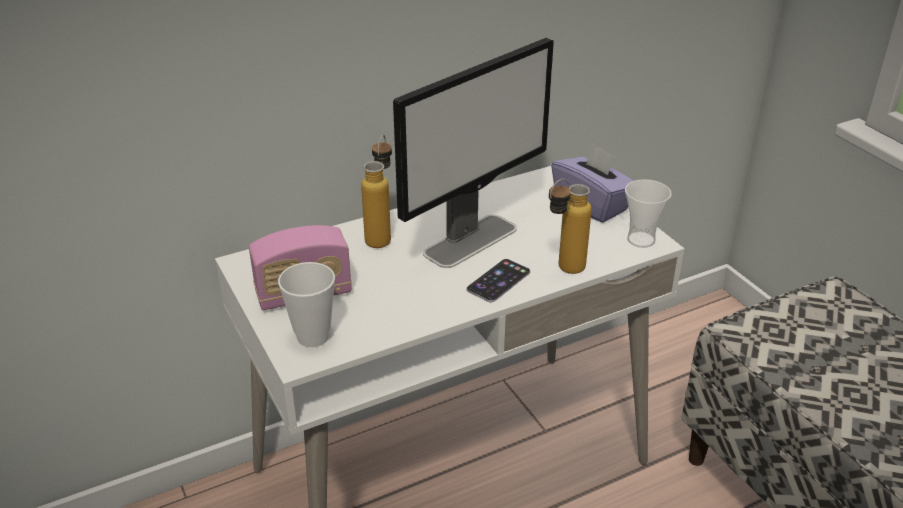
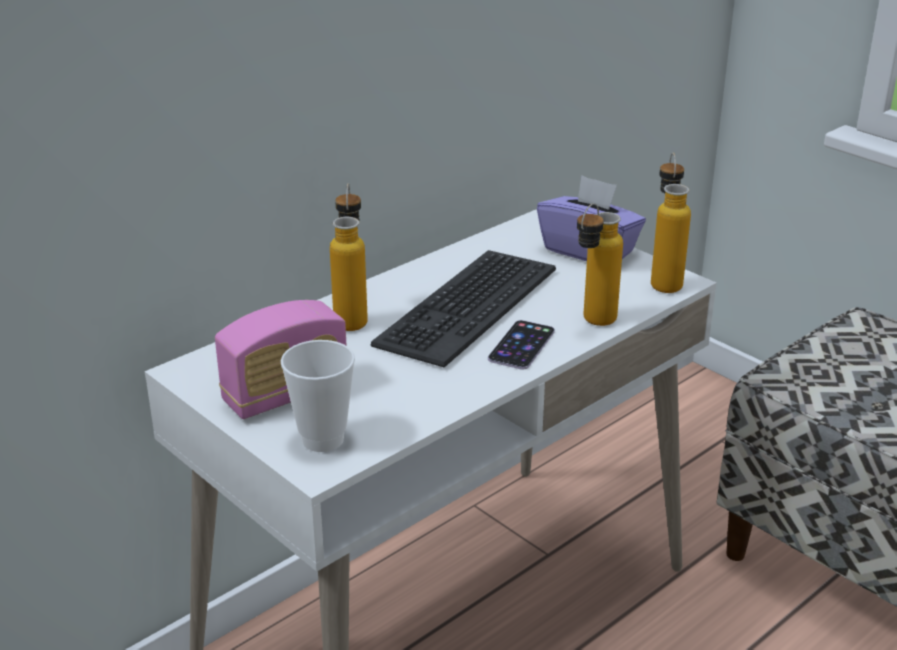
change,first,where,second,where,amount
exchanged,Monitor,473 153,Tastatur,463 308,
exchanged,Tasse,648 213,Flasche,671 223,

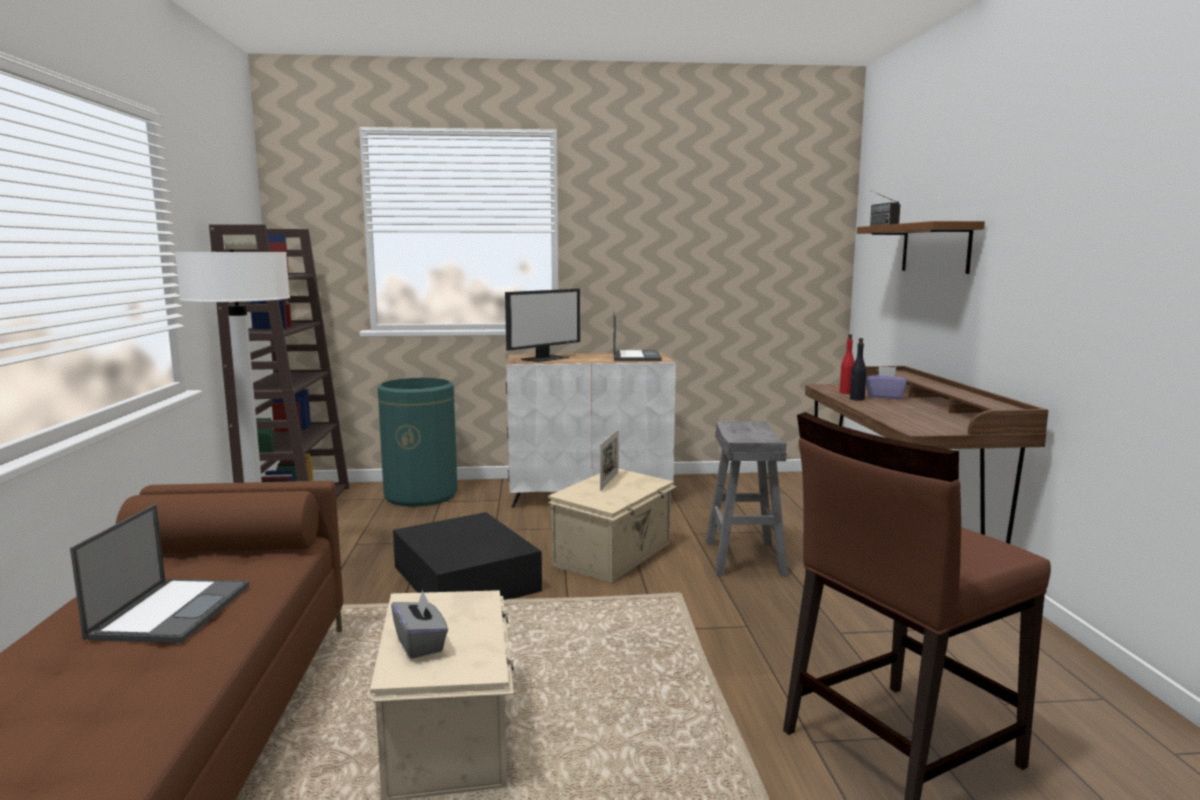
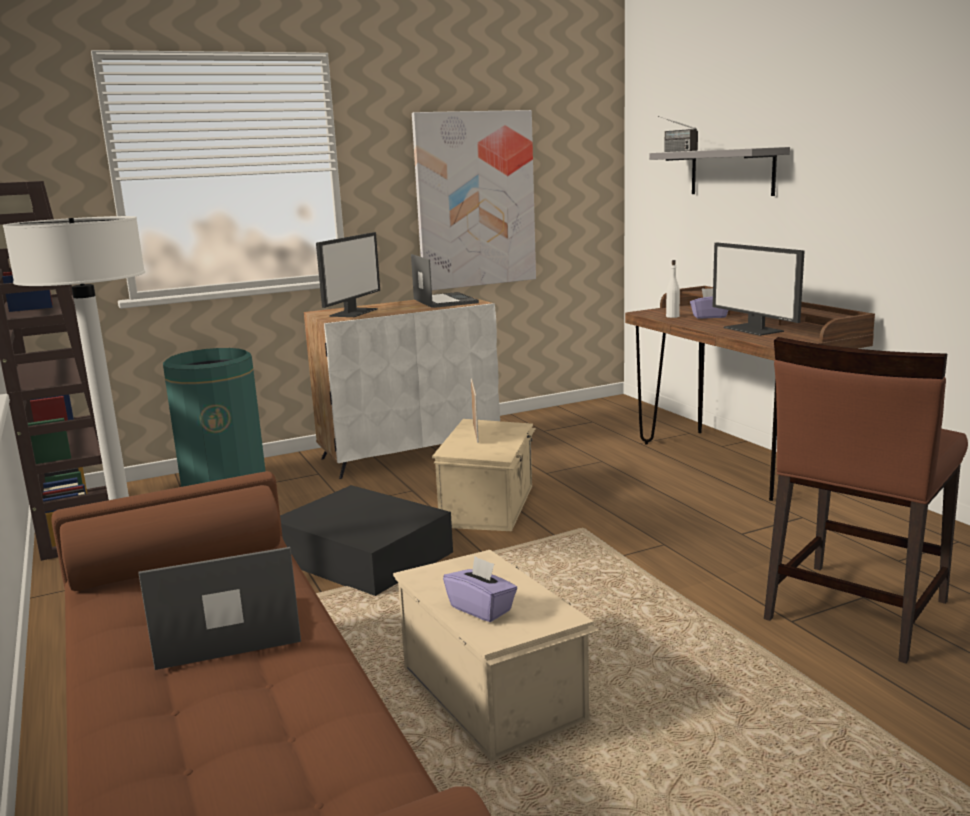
change,first,where,second,where,amount
colour,Wandregal [braun],921 247,Wandregal [grau],719 171,
colour,Flasche [rot],847 364,Flasche [weiß],673 289,
missing,Flasche [schwarz],858 369,,,
missing,Hocker [grau],747 499,,,
spun,Laptop,159 573,,219 608,90 degrees counterclockwise
colour,Taschentuchbox [grau],419 624,Taschentuchbox [lila],480 589,
appeared,,,Bild,474 200,
appeared,,,Monitor,759 289,

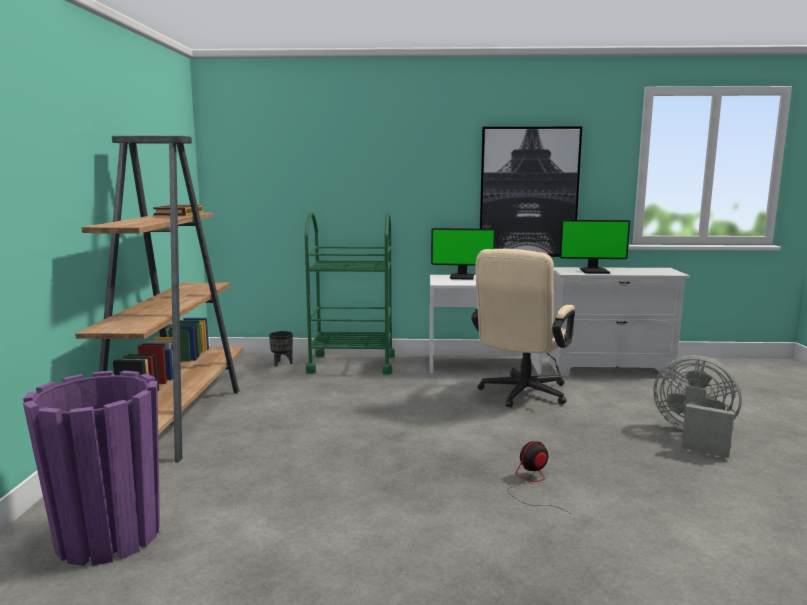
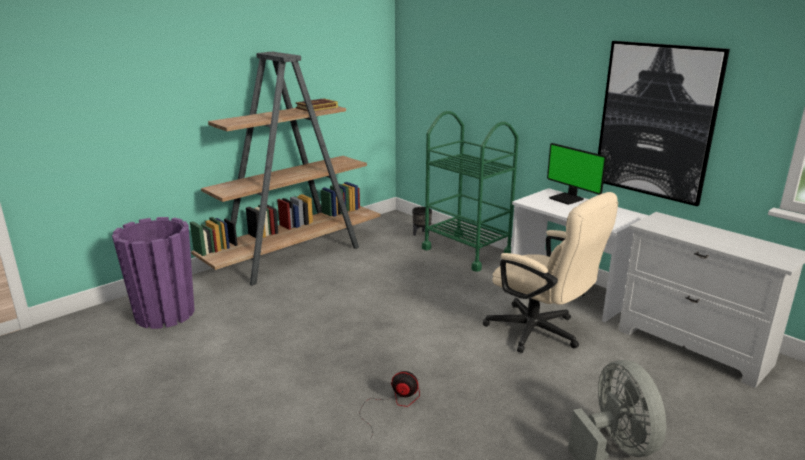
change,first,where,second,where,amount
missing,Monitor,595 247,,,
spun,Bürostuhl [beige],523 328,,550 272,120 degrees counterclockwise

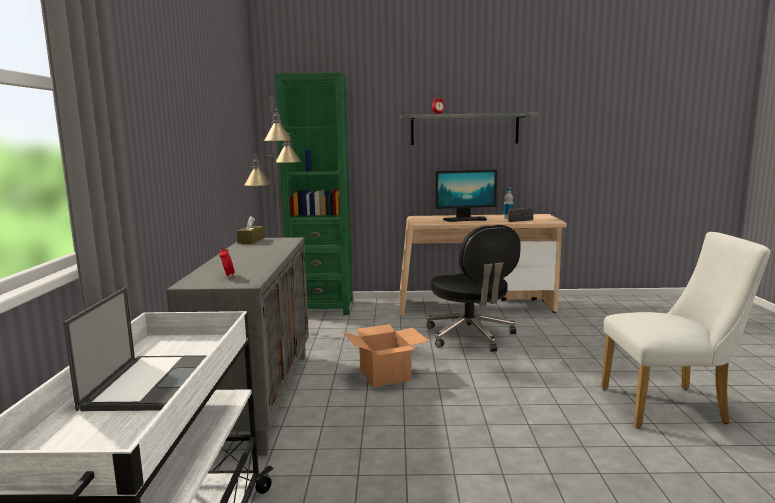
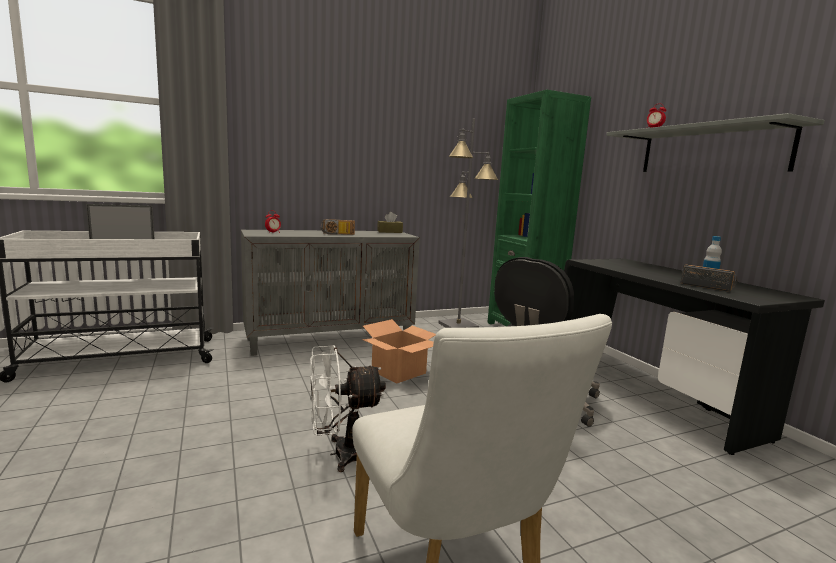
change,first,where,second,where,amount
missing,Monitor,466 195,,,
colour,Schreibtisch [beige],483 265,Schreibtisch [schwarz],694 357,
appeared,,,Radio,338 227,
appeared,,,Ventilator [weiß],348 408,

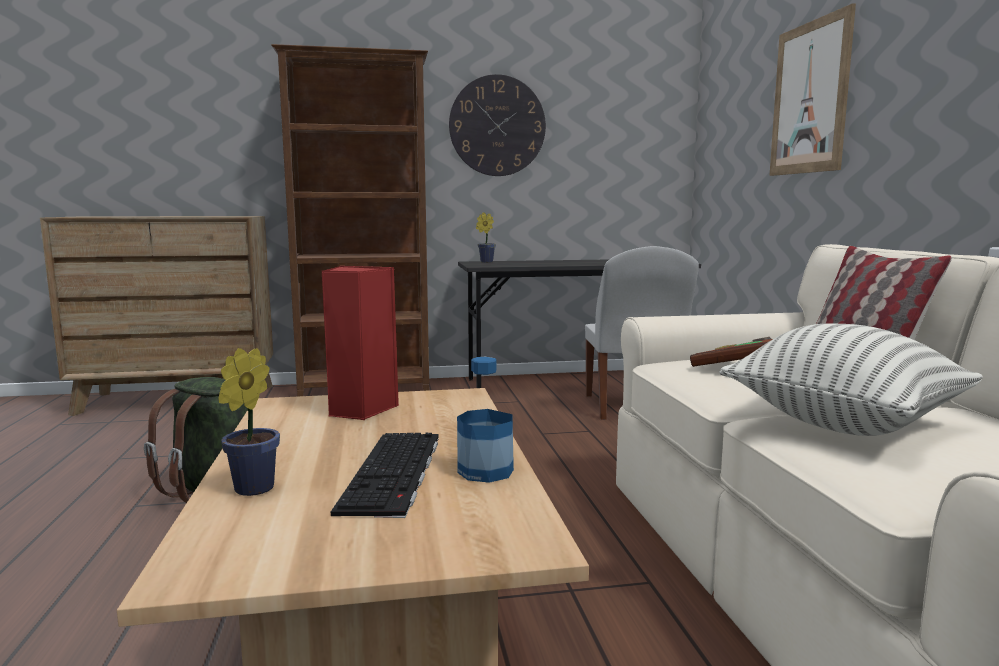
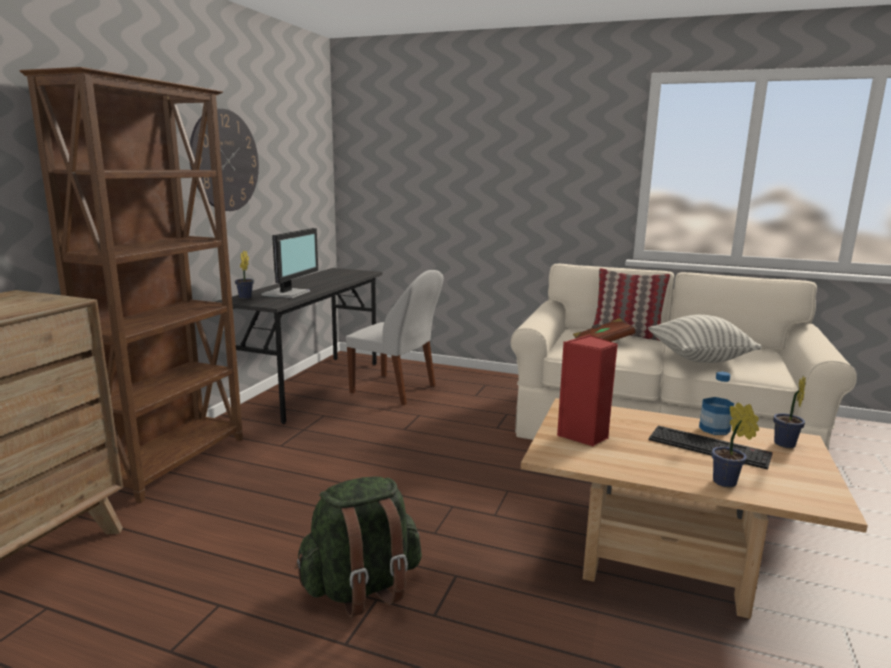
change,first,where,second,where,amount
missing,Bild,812 89,,,
appeared,,,Monitor,289 263,
appeared,,,Topfpflanze,789 412,

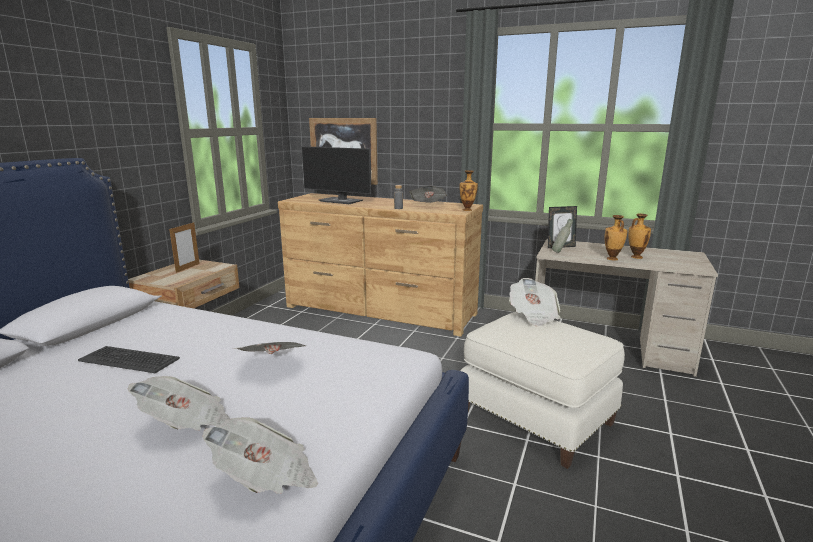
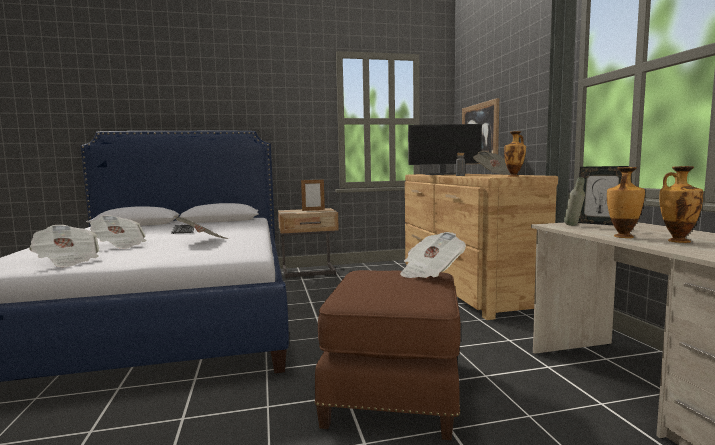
change,first,where,second,where,amount
spun,Monitor,336 175,,445 149,90 degrees counterclockwise
colour,Polsterhocker [weiß],542 390,Polsterhocker [braun],387 355,

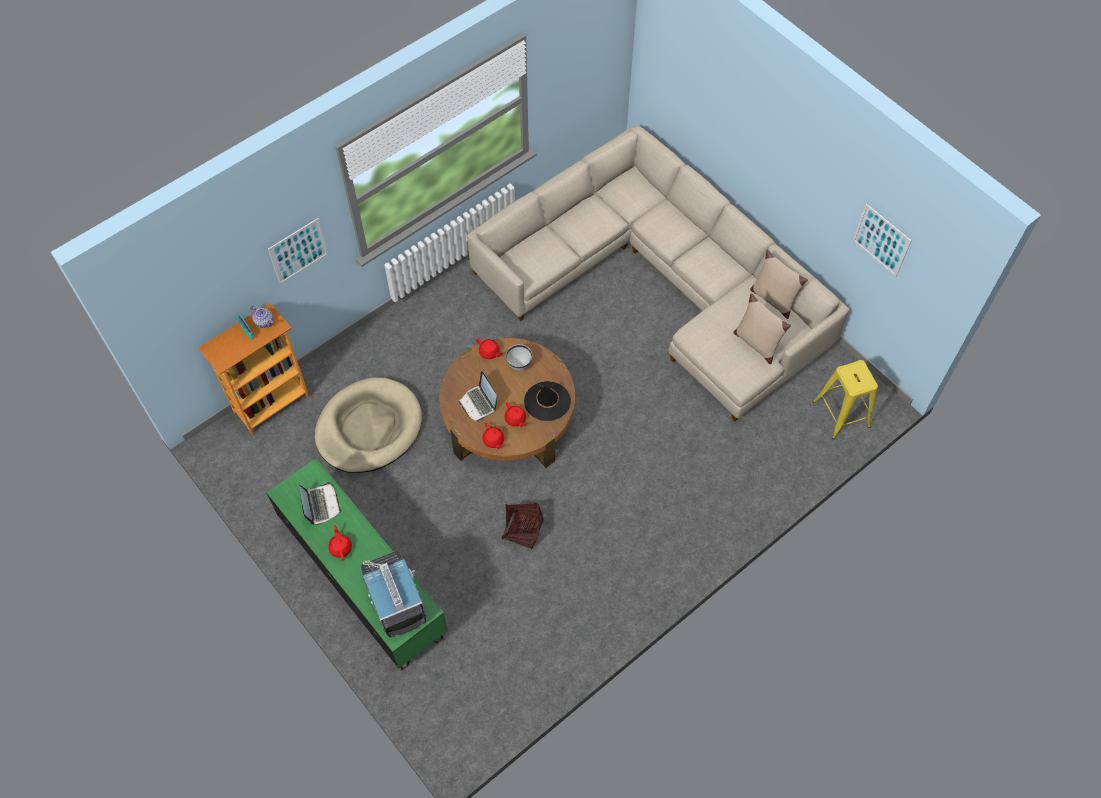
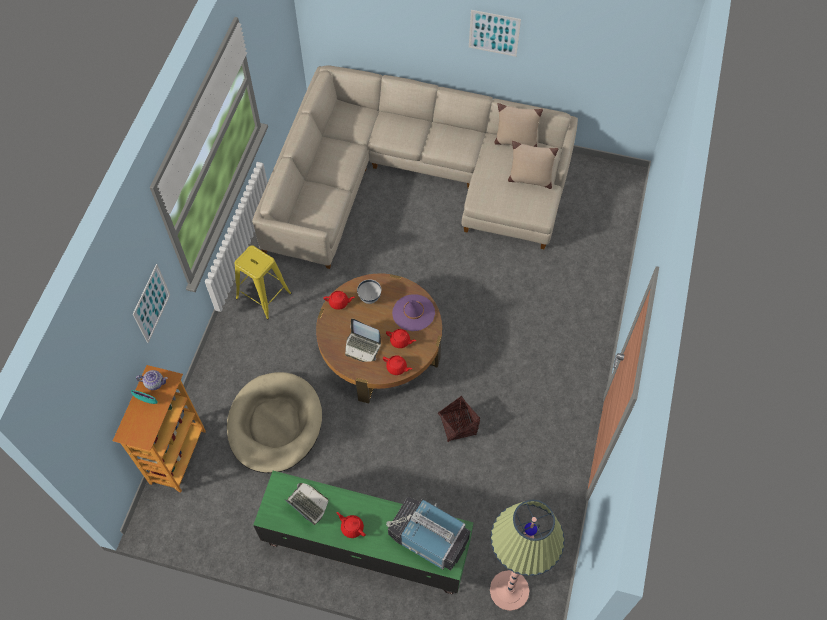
change,first,where,second,where,amount
relocated,Bild,882 240,,495 33,
relocated,Hocker [gelb],845 399,,263 282,
colour,Hut [schwarz],547 401,Hut [lila],413 312,
appeared,,,Stehlampe,527 555,

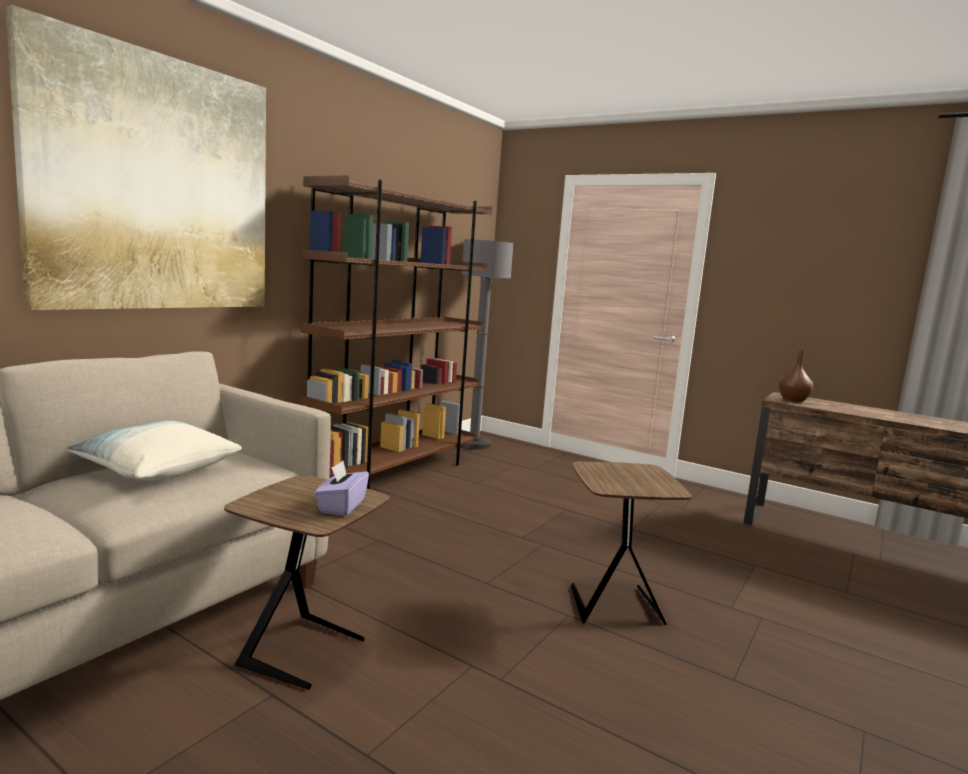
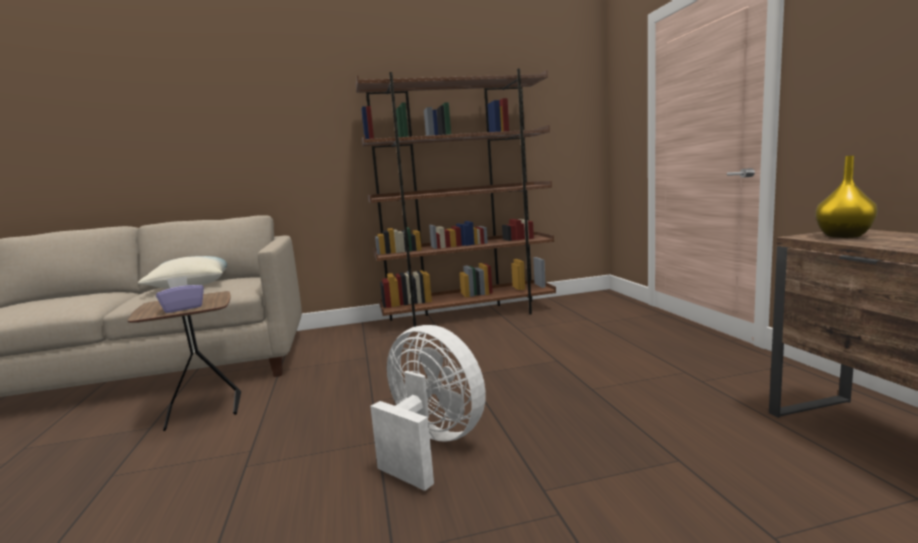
change,first,where,second,where,amount
missing,Bild,136 157,,,
missing,Stehlampe [grau],486 344,,,
colour,Vase [braun],796 376,Vase [gelb],846 197,
exchanged,Beistelltisch [braun],631 543,Ventilator [weiß],428 408,

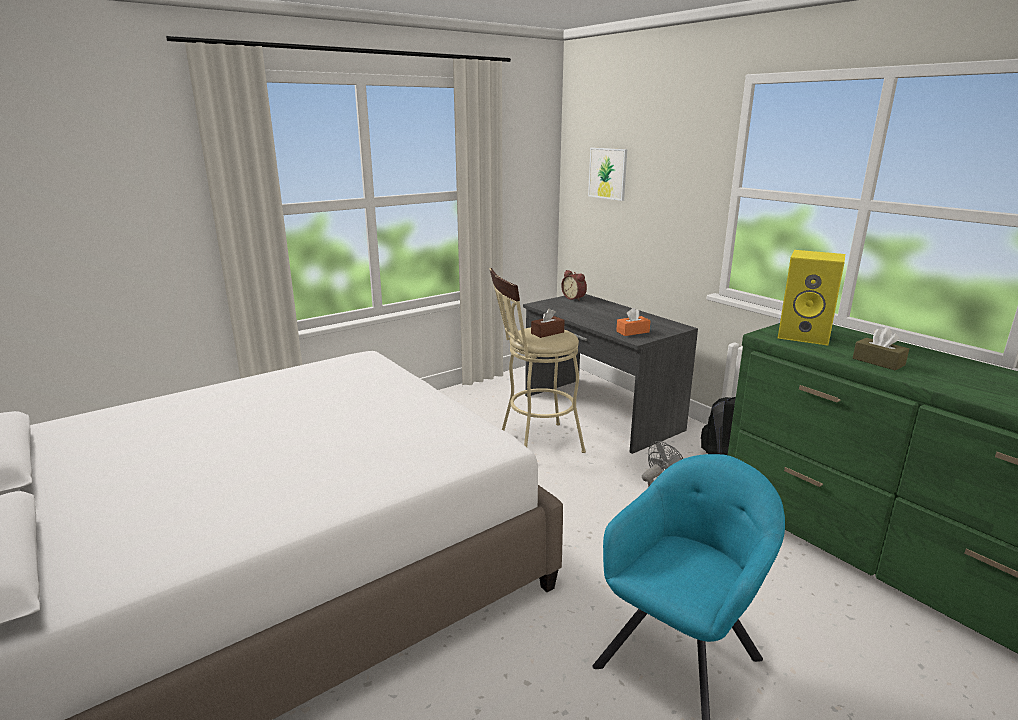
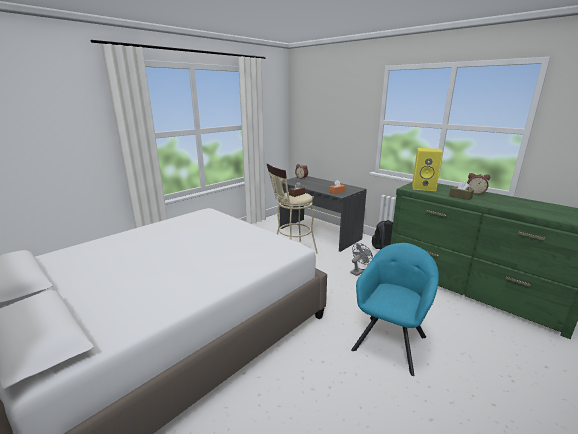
change,first,where,second,where,amount
missing,Bild,607 174,,,
appeared,,,Wecker,478 184,

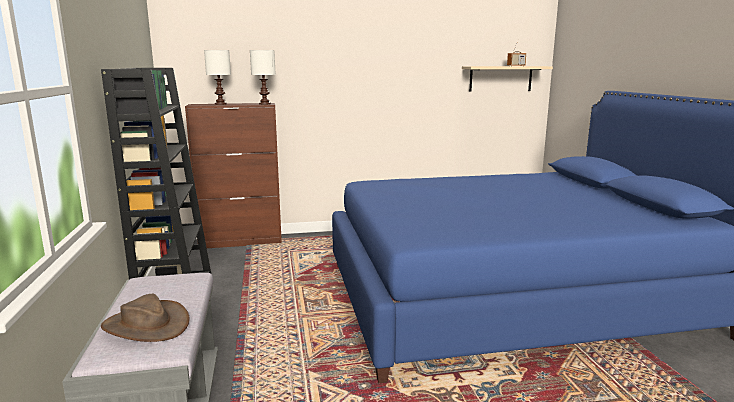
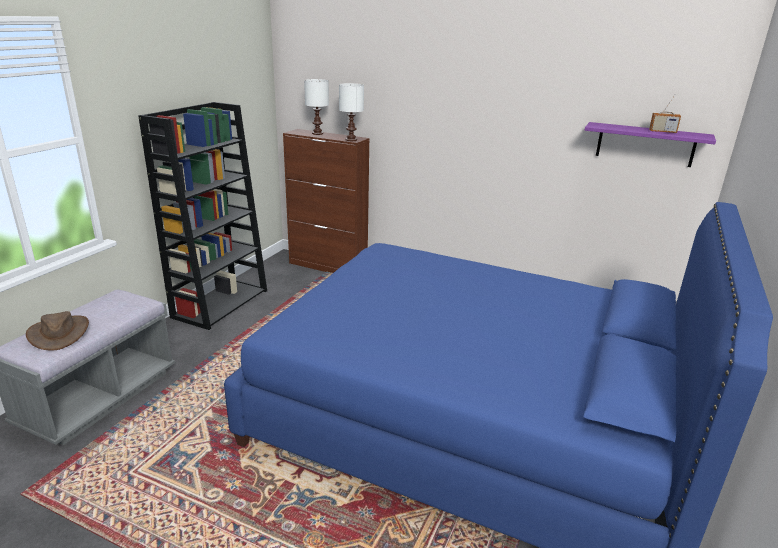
change,first,where,second,where,amount
colour,Wandregal [beige],507 79,Wandregal [lila],650 144,

